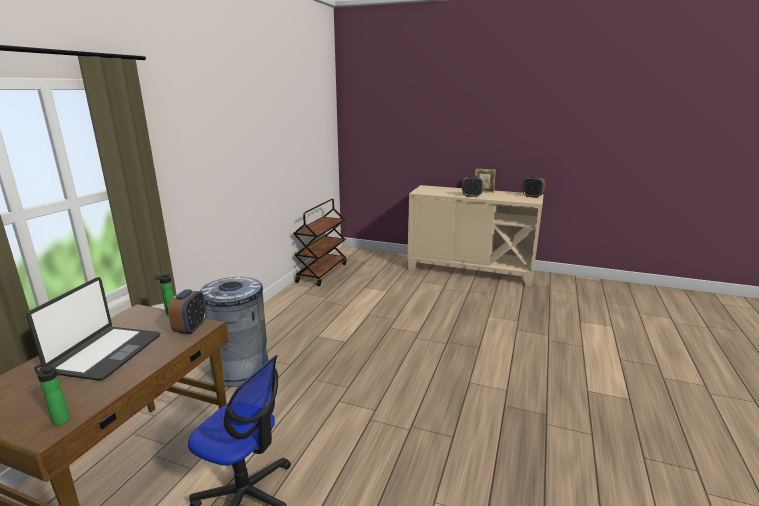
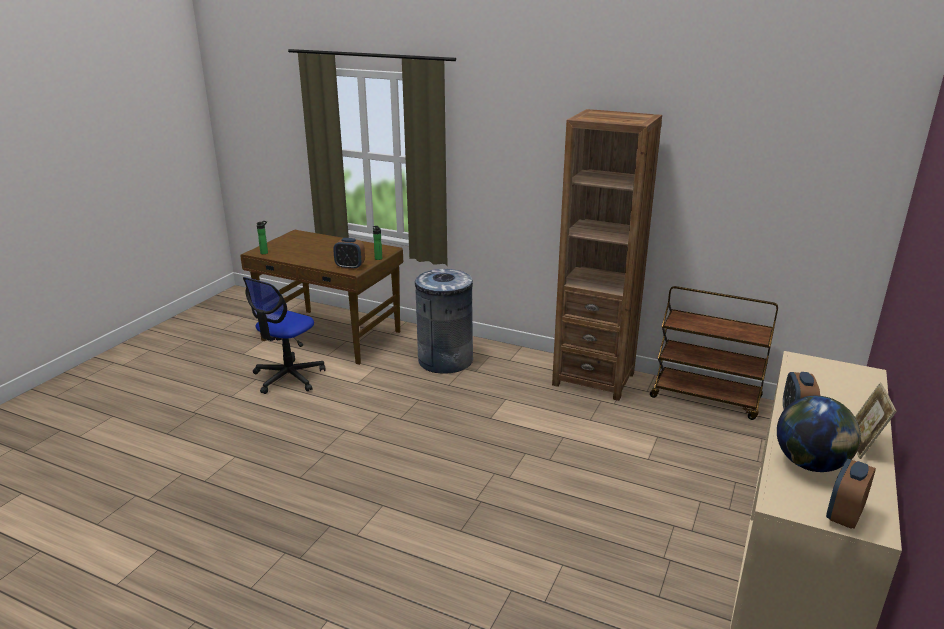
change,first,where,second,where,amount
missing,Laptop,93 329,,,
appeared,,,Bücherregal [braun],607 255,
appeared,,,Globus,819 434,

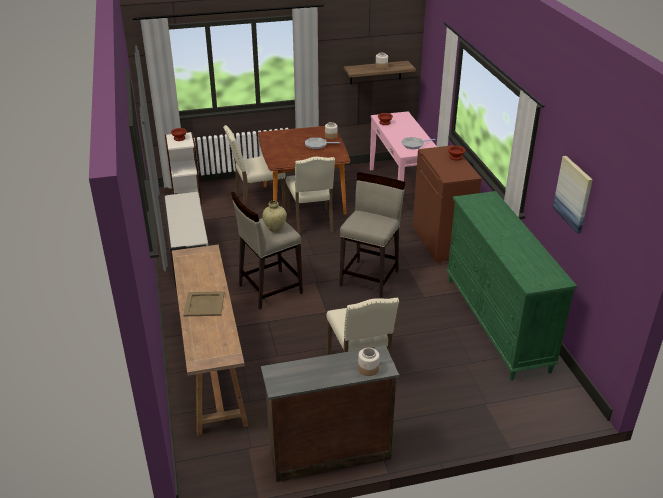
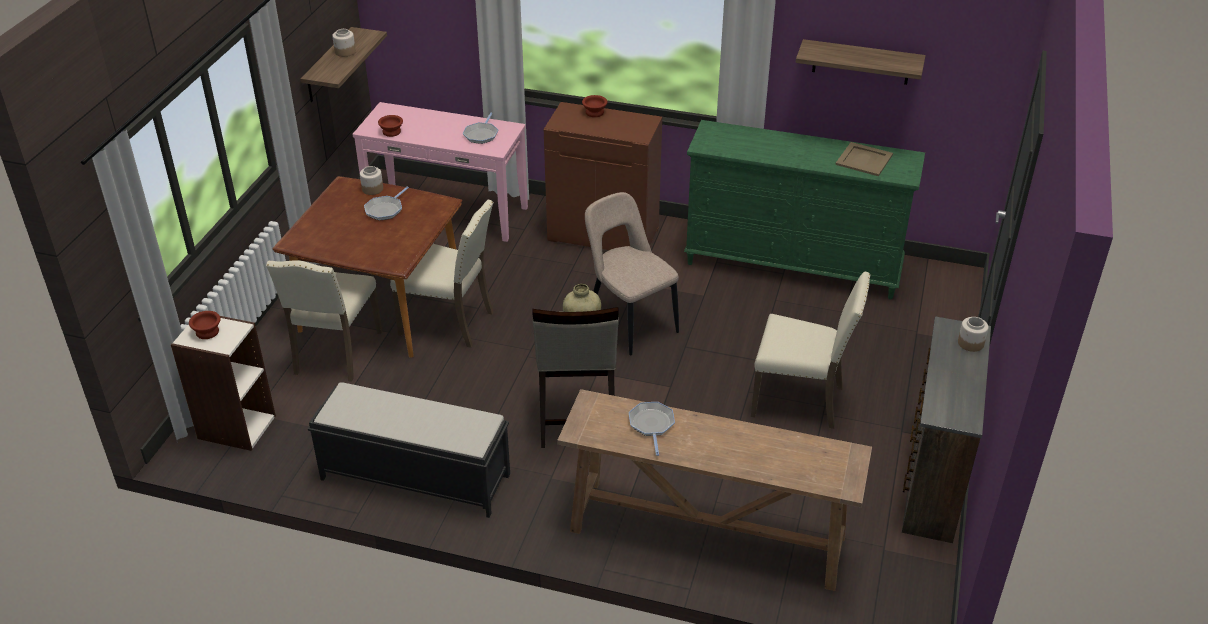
change,first,where,second,where,amount
exchanged,Bild,573 194,Wandregal,861 62,
exchanged,Hocker [beige],372 235,Stuhl [beige],632 274,
relocated,Tablett [beige],203 303,,864 159,
appeared,,,Pfanne,652 429,

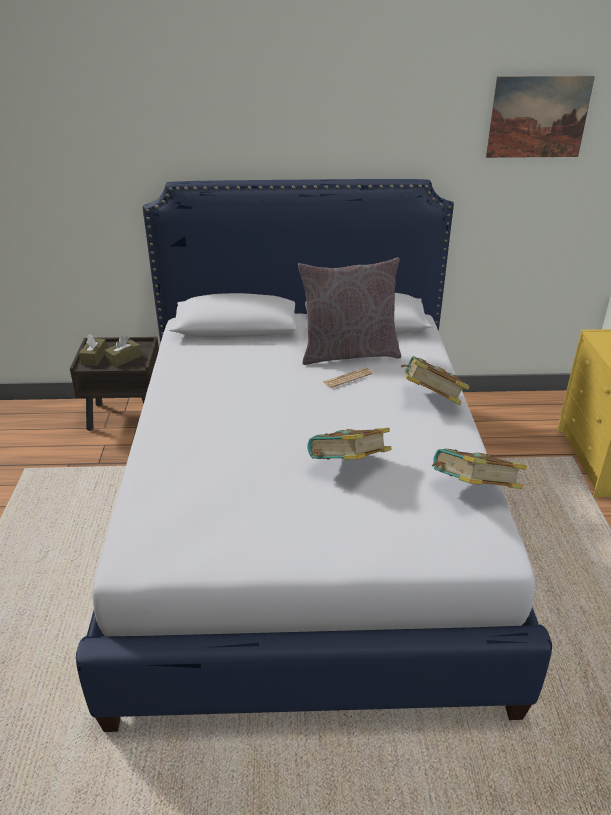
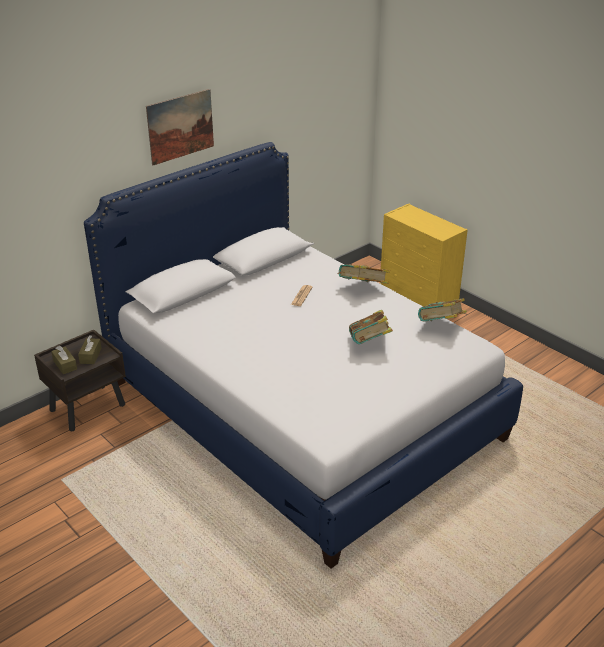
change,first,where,second,where,amount
relocated,Bild,540 117,,180 127,
missing,Kissen [grau],349 311,,,

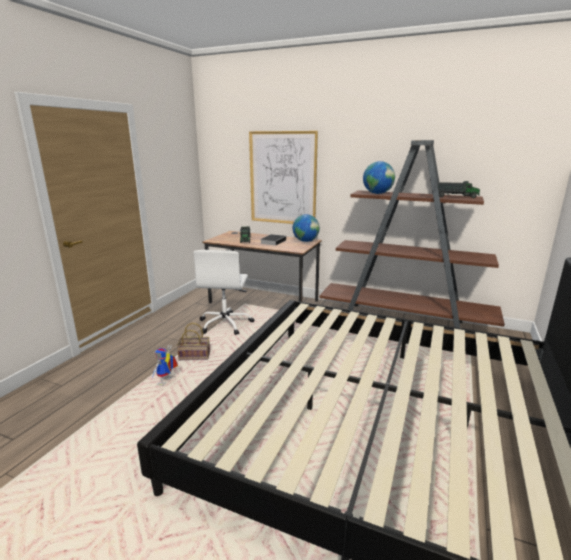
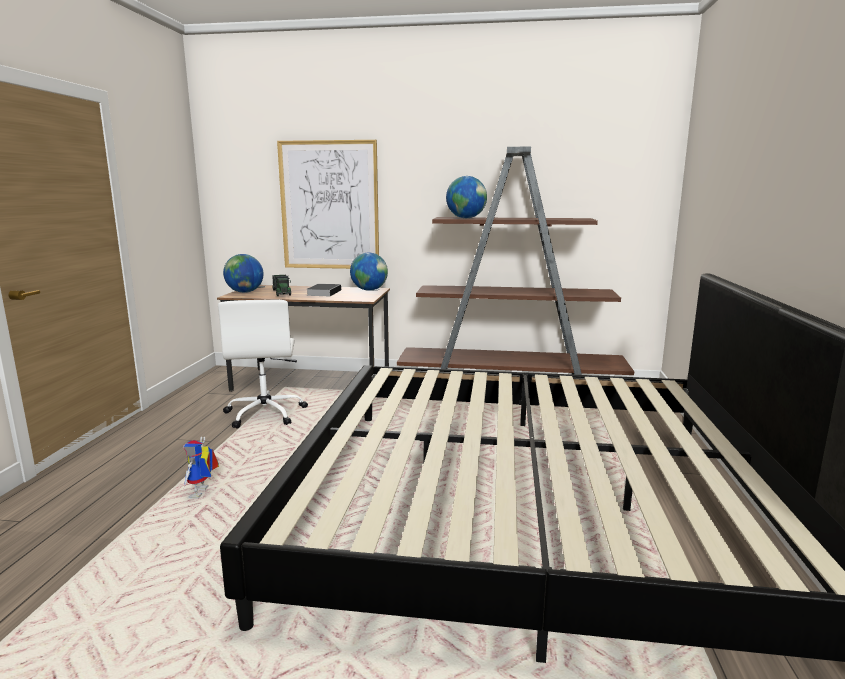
change,first,where,second,where,amount
missing,Spielzeuglaster,459 189,,,
missing,Korb,193 341,,,
appeared,,,Globus,243 273,

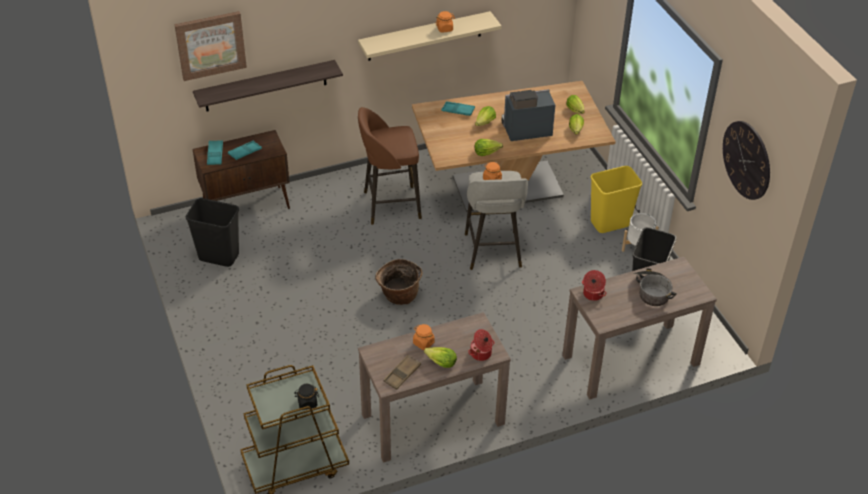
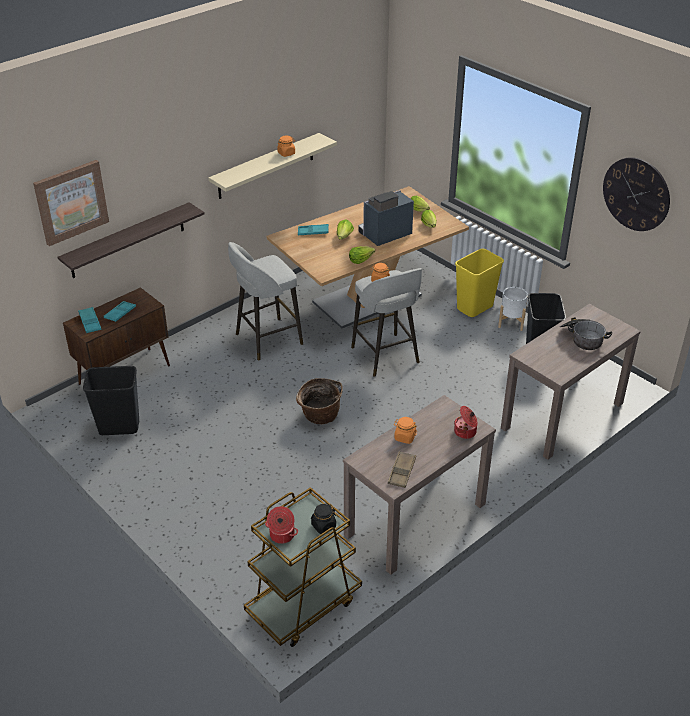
change,first,where,second,where,amount
colour,Hocker [braun],390 166,Hocker [grau],265 301,
relocated,Kochtopf,594 285,,281 525,
missing,Salatkopf,440 357,,,

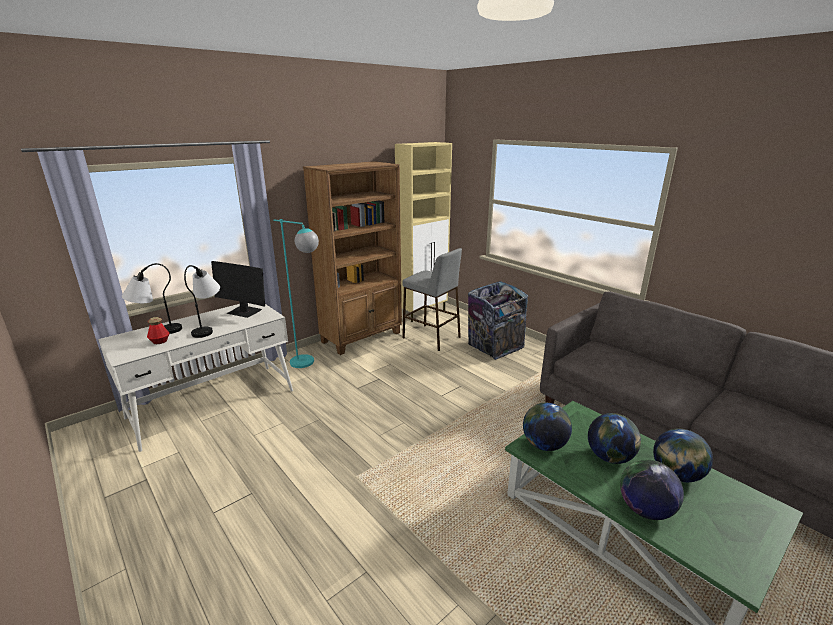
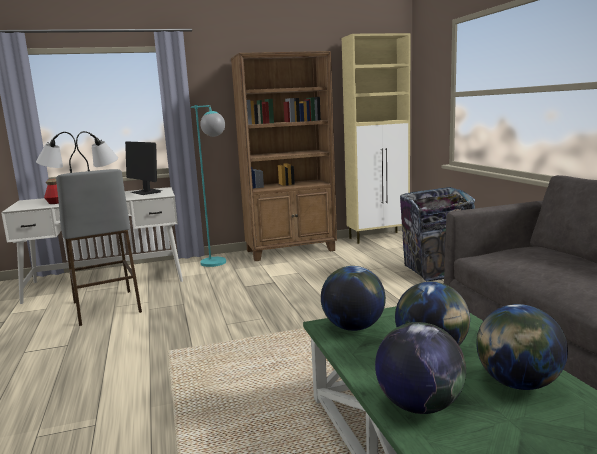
change,first,where,second,where,amount
relocated,Hocker [grau],432 299,,99 247,

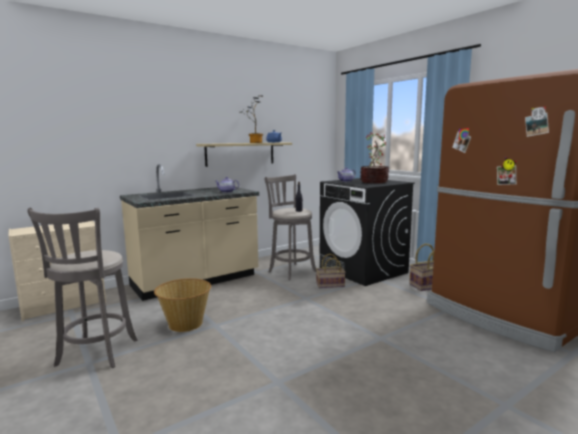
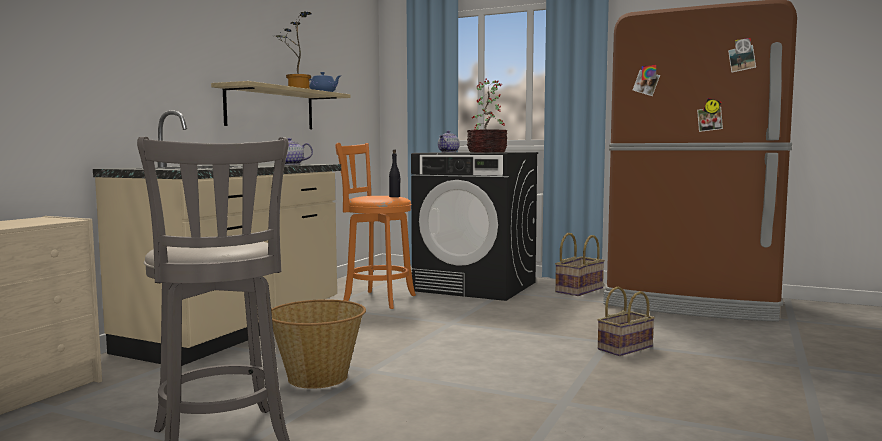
change,first,where,second,where,amount
colour,Hocker [grau],290 227,Hocker [orange],375 226,
relocated,Korb,331 271,,626 321,

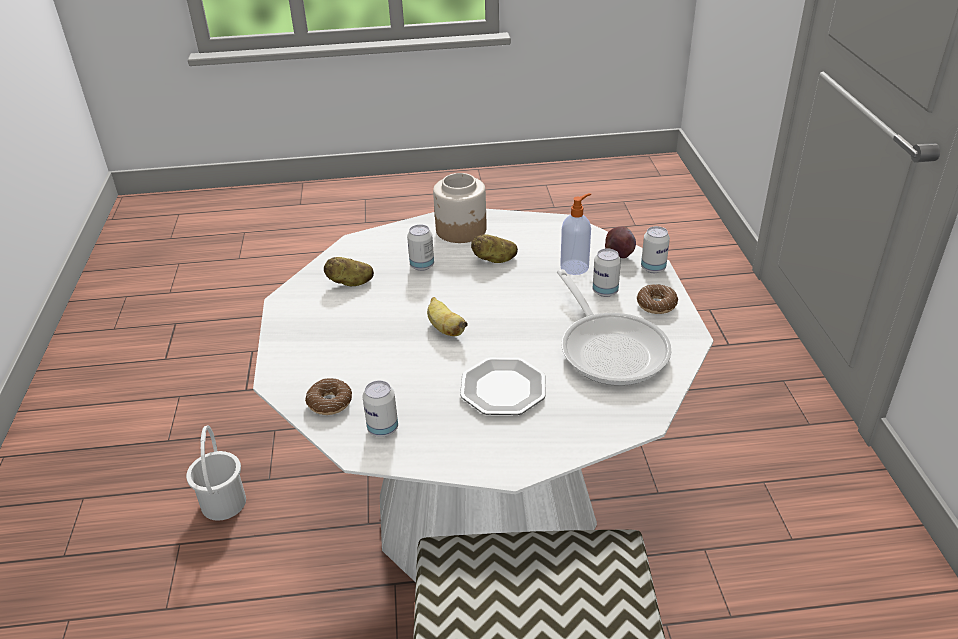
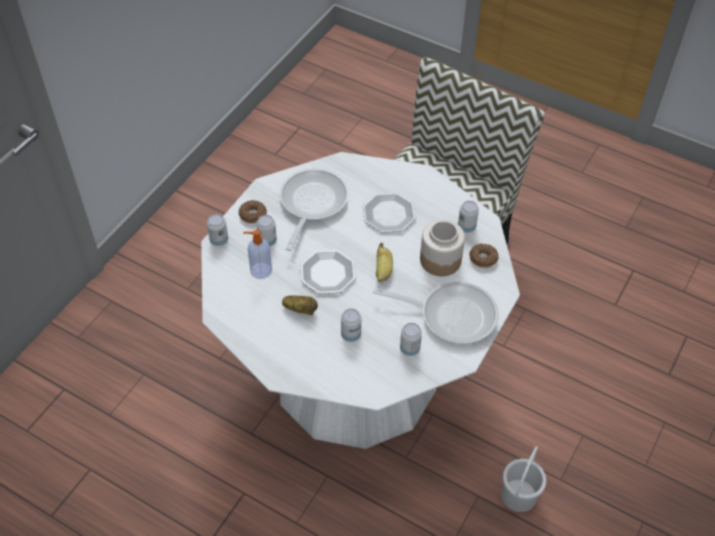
change,first,where,second,where,amount
relocated,Vorratsglas,460 208,,442 248,
missing,Apfel,620 242,,,
exchanged,Kartoffel,349 271,Dose,411 339,
appeared,,,Teller,328 272,
appeared,,,Pfanne,435 313,

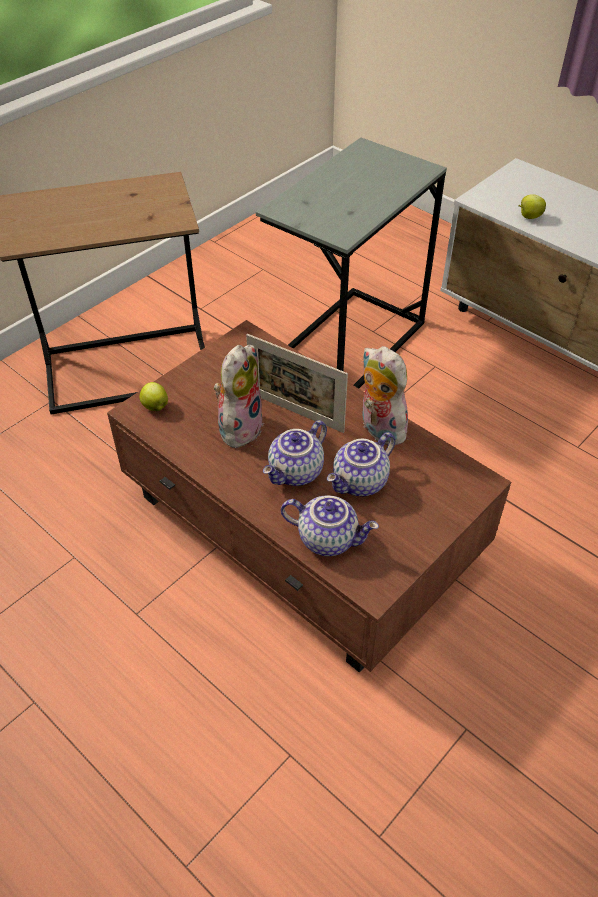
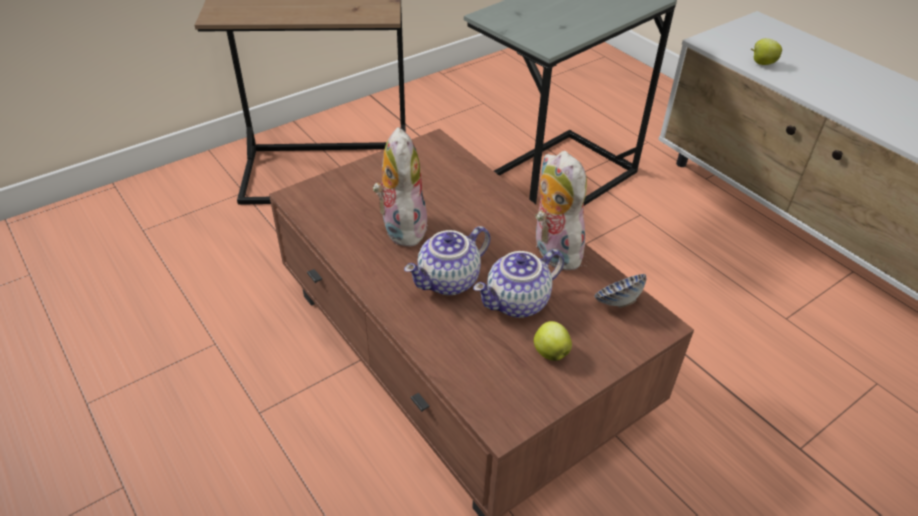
change,first,where,second,where,amount
missing,Bilderrahmen,297 383,,,
spun,Plüschtier,239 396,,401 187,45 degrees counterclockwise
relocated,Apfel,153 396,,553 341,
missing,Teekanne,330 525,,,
appeared,,,Schüssel,620 291,

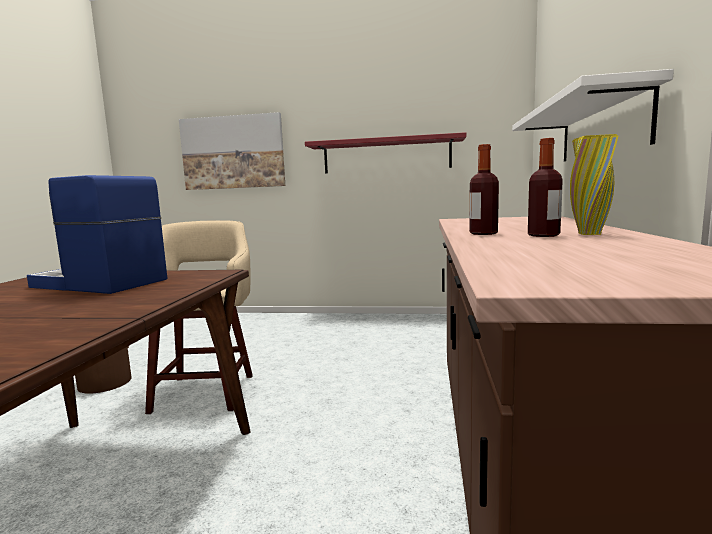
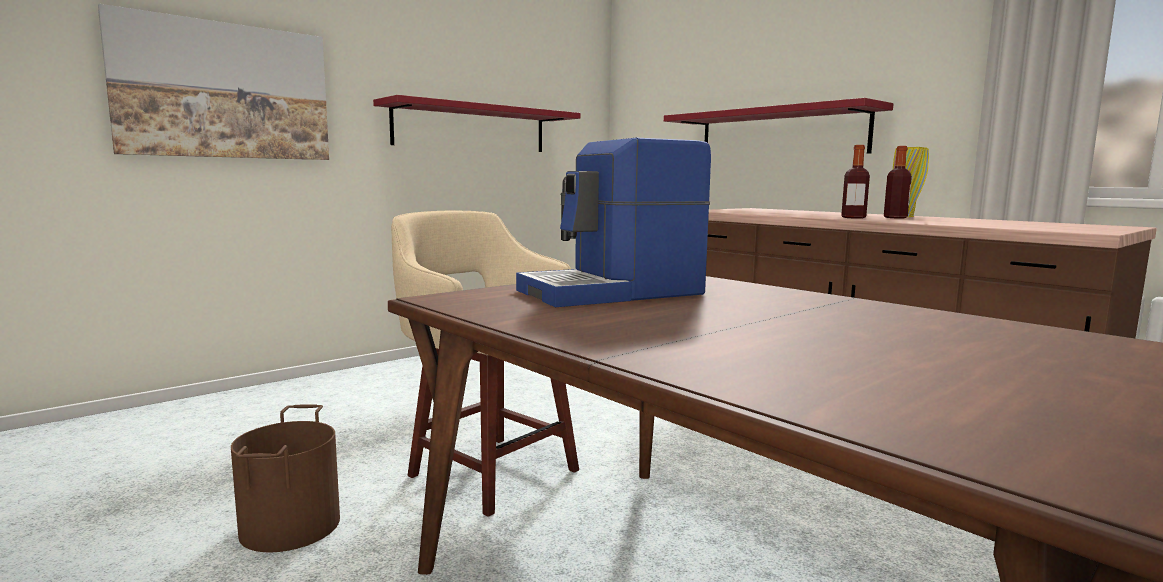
change,first,where,second,where,amount
colour,Wandregal [weiß],593 115,Wandregal [rot],779 126,

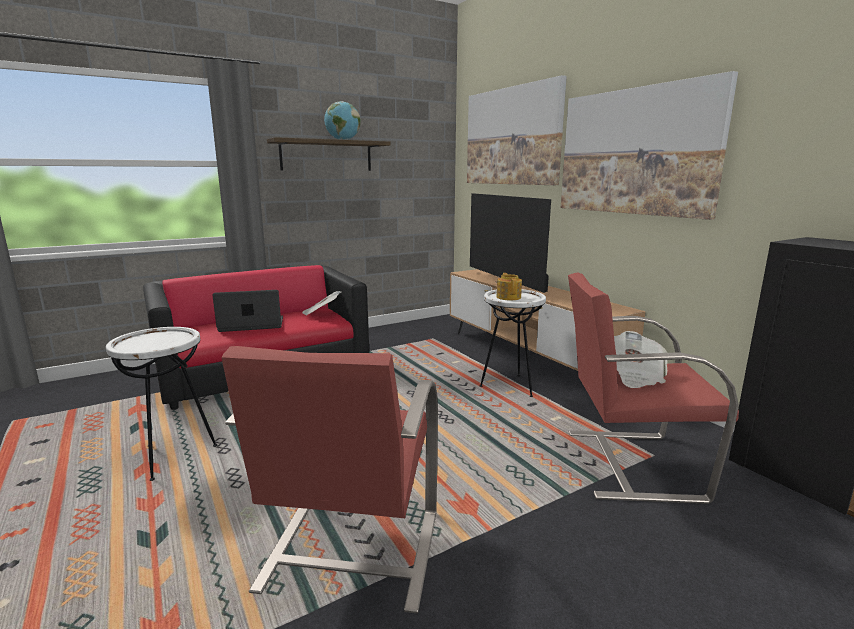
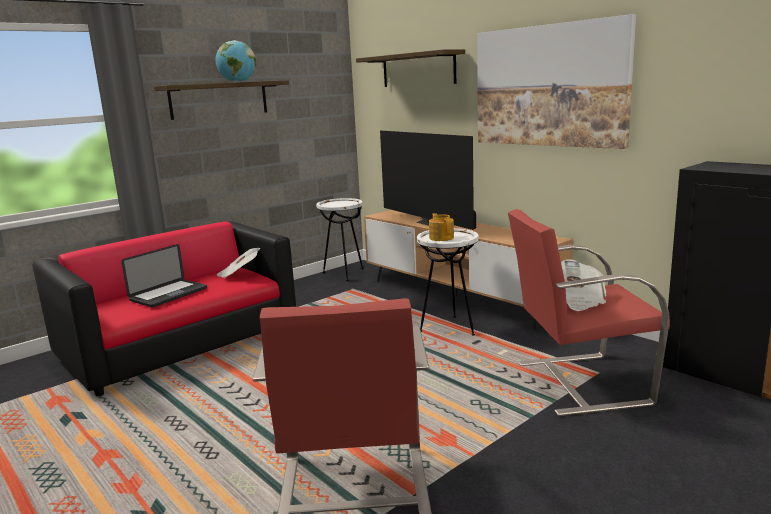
change,first,where,second,where,amount
exchanged,Bild,517 130,Wandregal,410 68,
spun,Laptop,247 311,,164 276,150 degrees clockwise
relocated,Beistelltisch [weiß],161 404,,340 239,

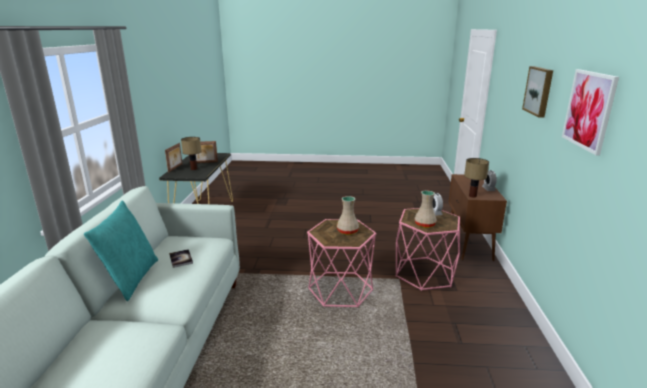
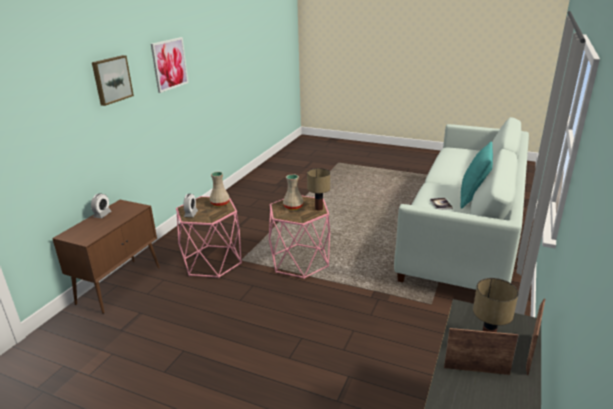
change,first,where,second,where,amount
relocated,Tischlampe,476 178,,318 189,

